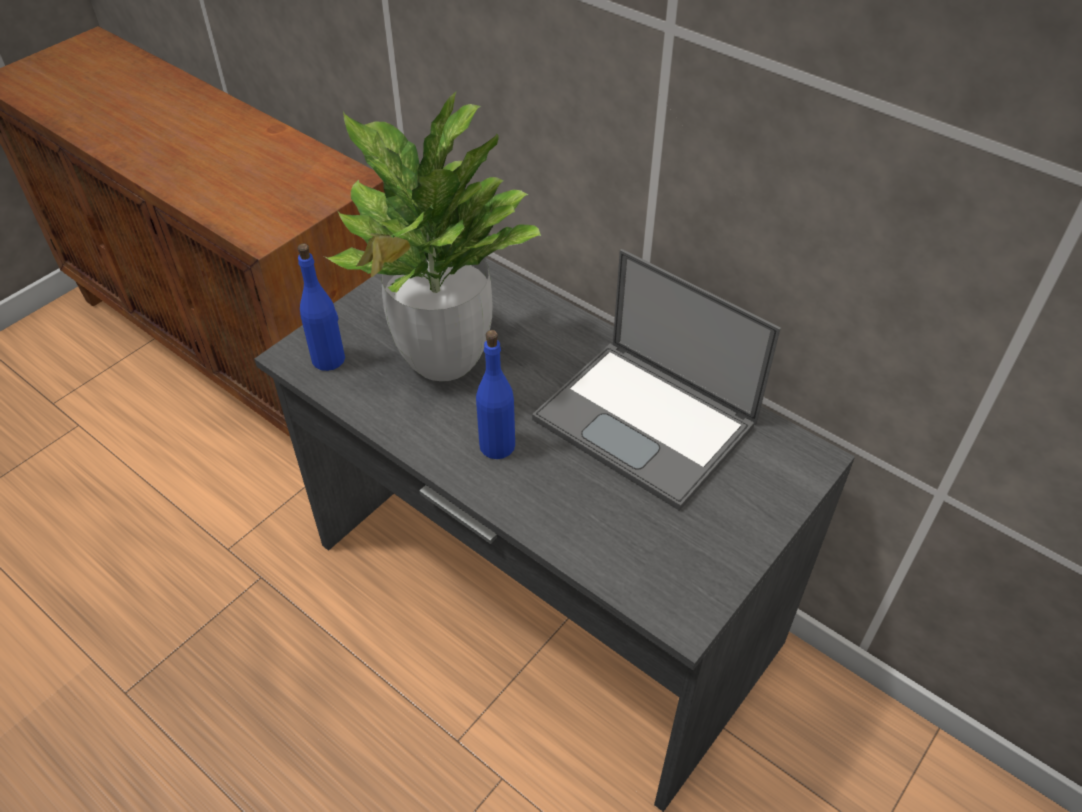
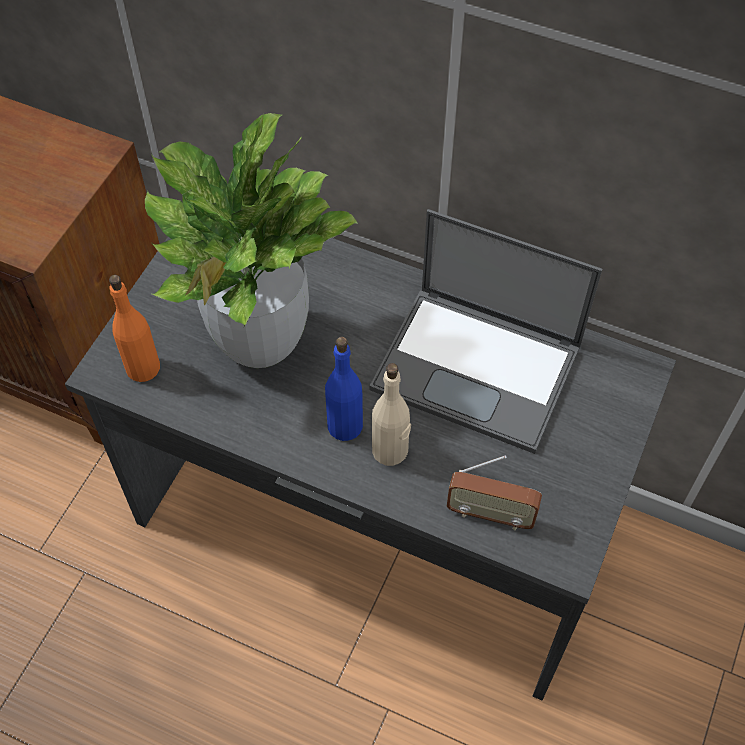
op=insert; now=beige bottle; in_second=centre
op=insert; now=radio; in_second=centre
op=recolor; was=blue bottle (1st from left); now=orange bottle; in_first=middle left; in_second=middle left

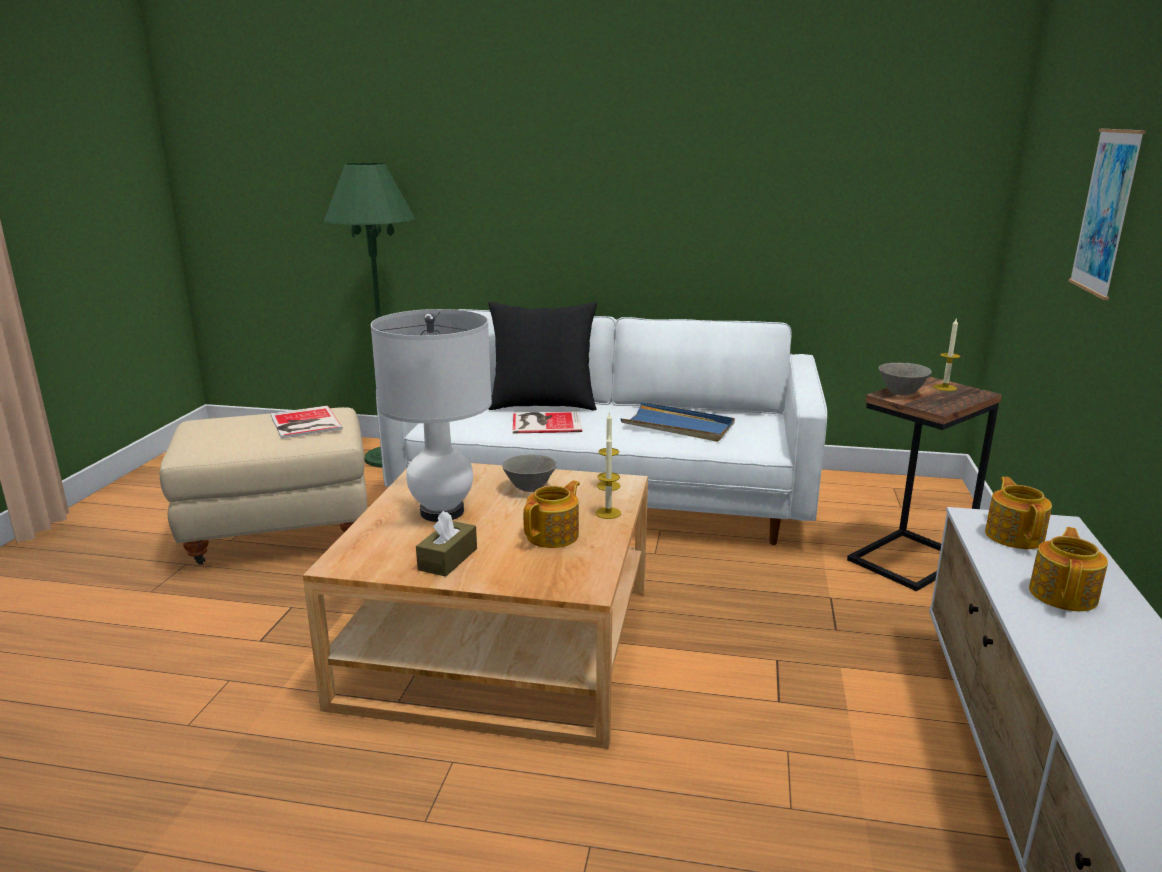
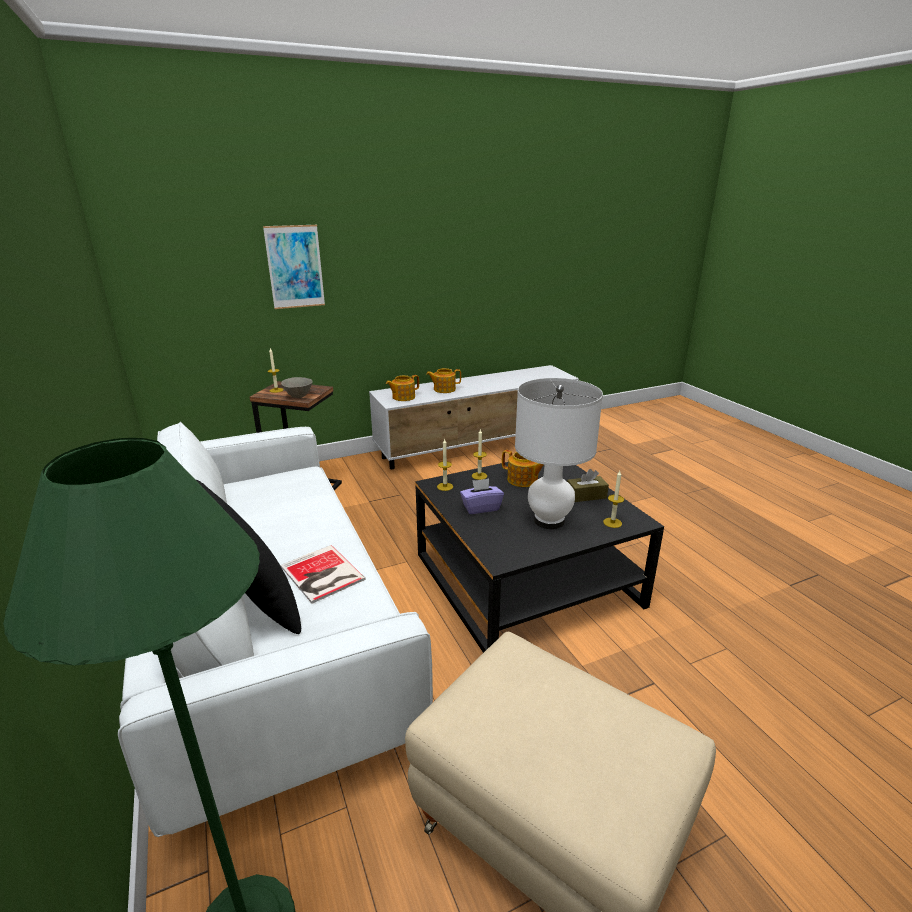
op=delete; was=book (1st from left); in_first=middle left
op=delete; was=blue tray; in_first=centre
op=insert; now=candle (4th from left); in_second=middle right
op=replace; was=grey bowl (1st from left); now=purple tissue box; in_first=centre; in_second=centre
op=recolor; was=beige coffee table; now=black coffee table; in_first=bottom centre; in_second=centre
op=rotate; was=teapot (1st from left in the first image); in_first=centre; in_second=centre; clockwise=-150

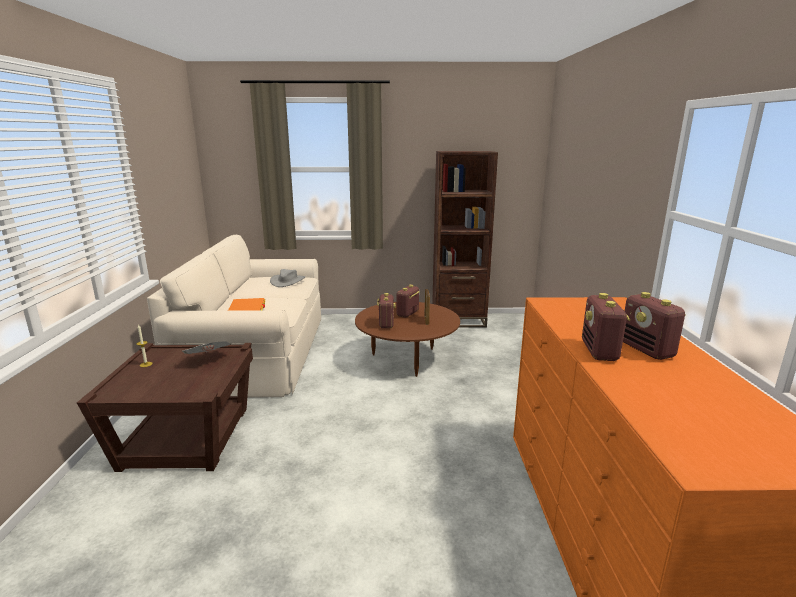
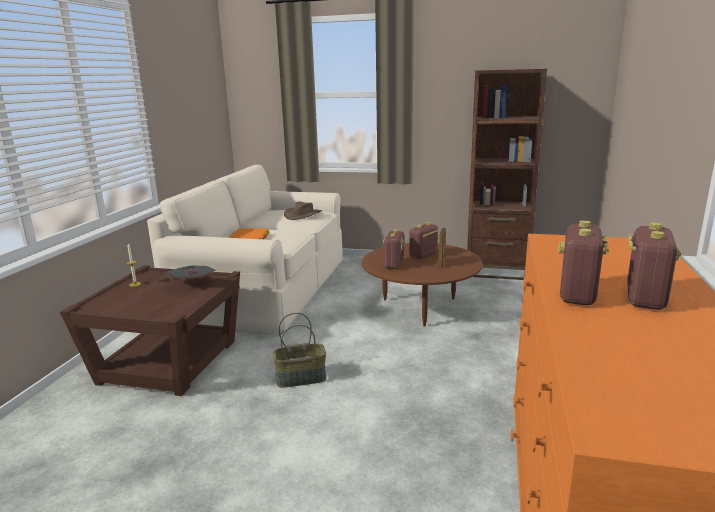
op=insert; now=basket; in_second=bottom centre
op=recolor; was=grey hat; now=brown hat; in_first=centre; in_second=centre
op=rotate; was=radio (4th from left); in_first=middle right; in_second=middle right; clockwise=-150

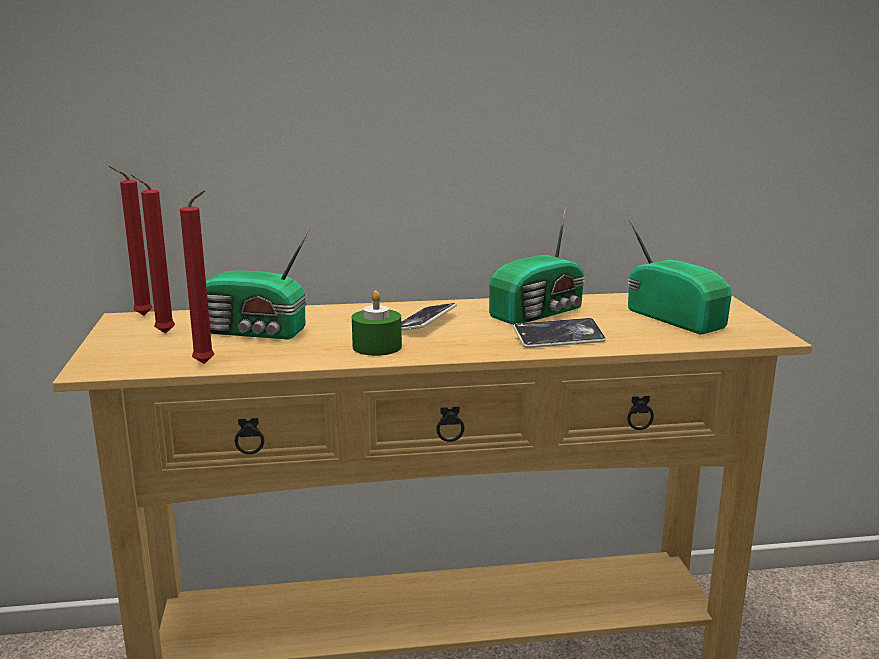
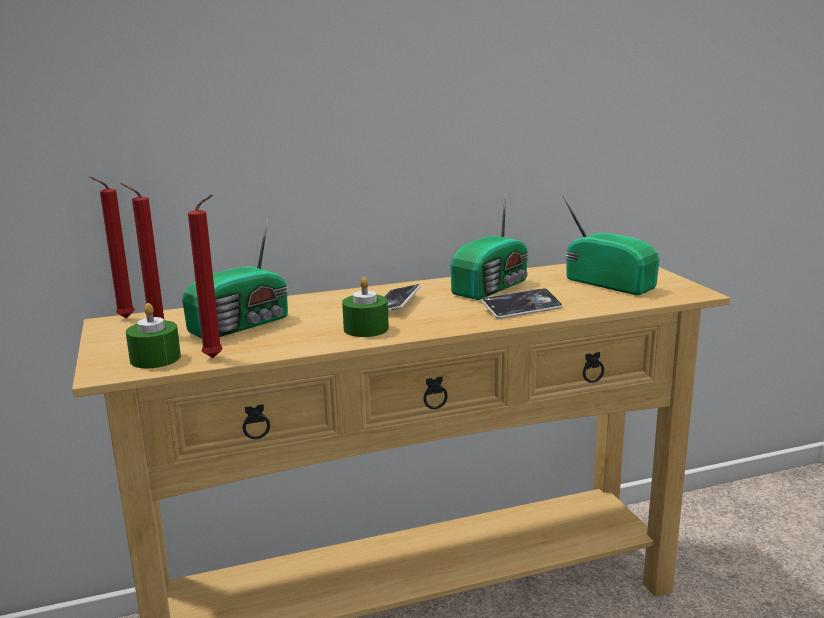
op=insert; now=green candle (1st from left); in_second=middle left
op=rotate; was=radio (1st from left); in_first=middle left; in_second=middle left; clockwise=-45

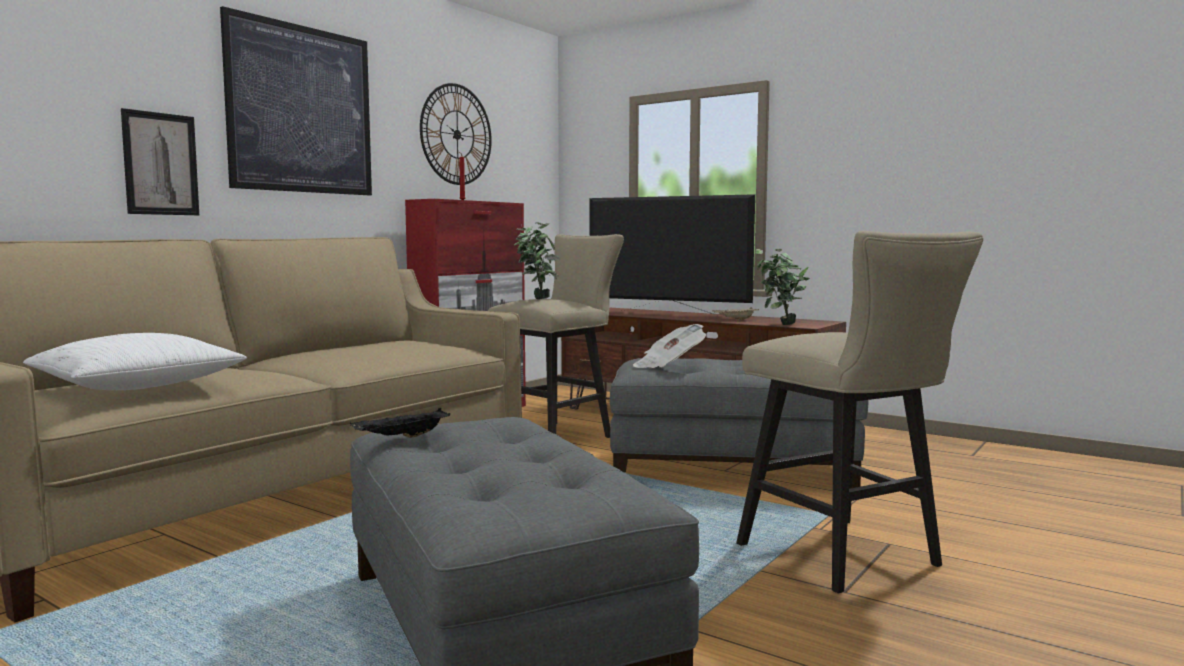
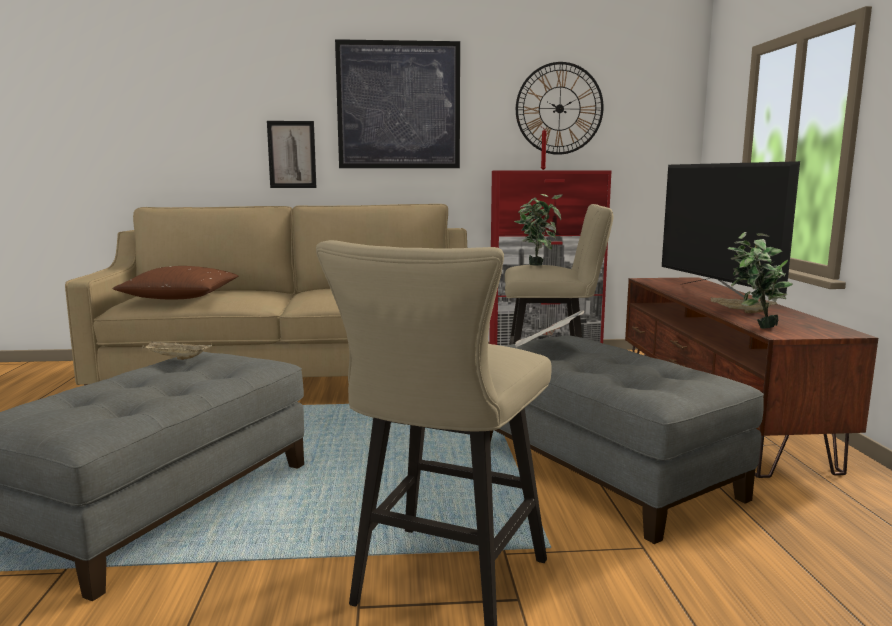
op=recolor; was=white pillow; now=brown pillow; in_first=middle left; in_second=middle left
op=recolor; was=black tray; now=beige tray (1st from left); in_first=centre; in_second=middle left

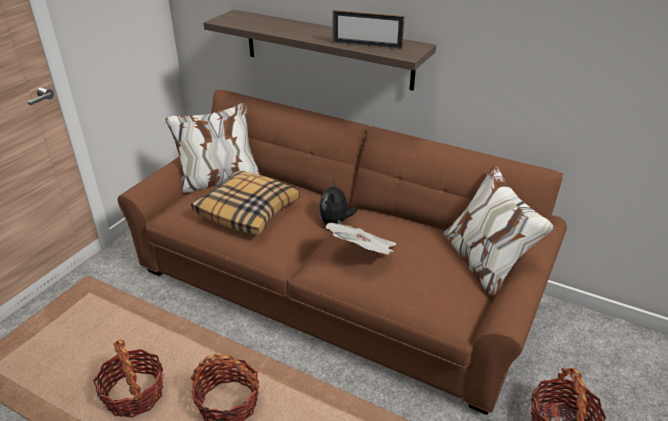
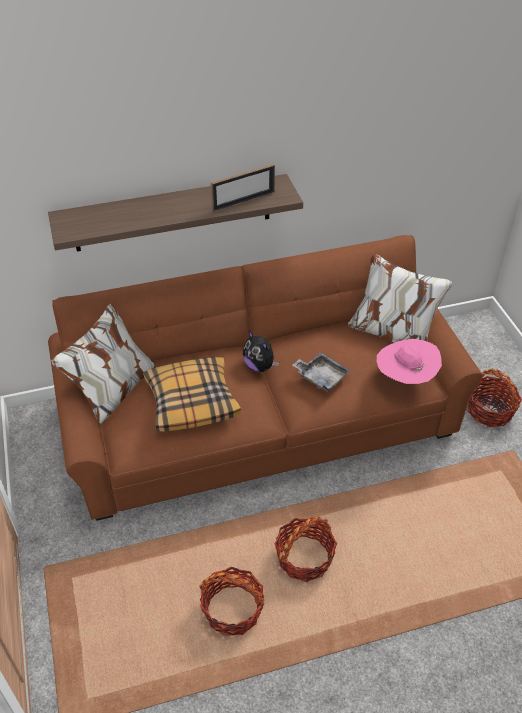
op=insert; now=pink hat; in_second=middle right
op=replace; was=newspaper; now=grey tray; in_first=centre; in_second=centre

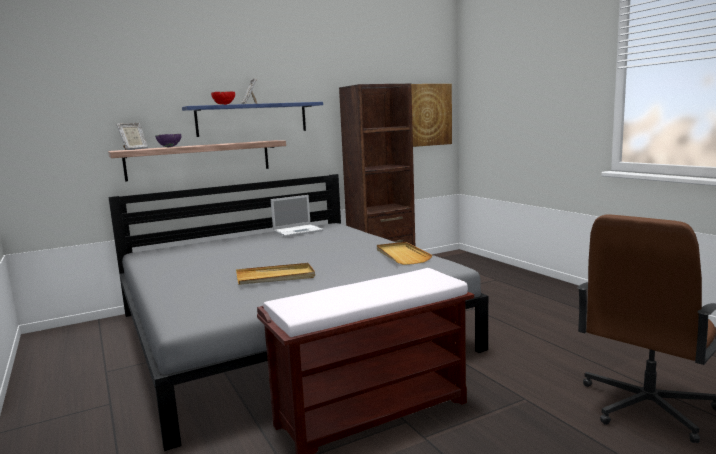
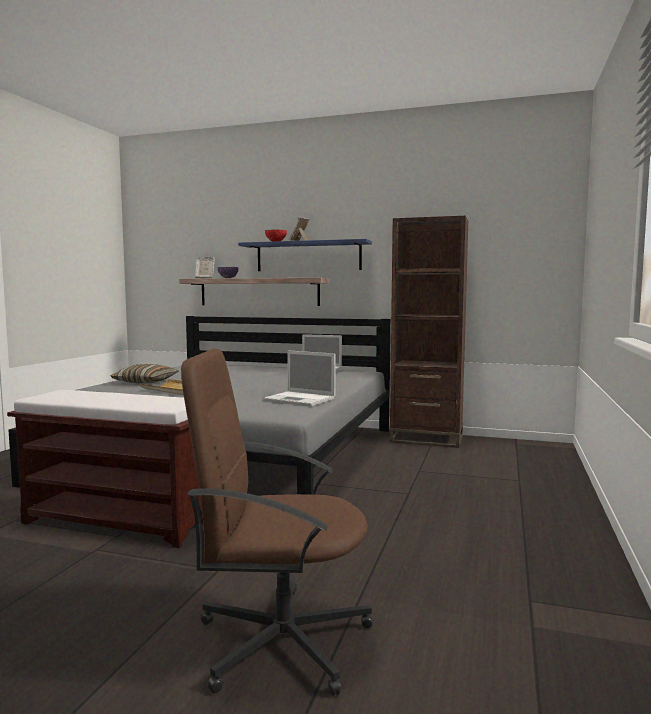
op=delete; was=picture; in_first=top centre
op=insert; now=pillow; in_second=middle left
op=replace; was=beige tray (2nd from left); now=laptop (1st from left); in_first=centre; in_second=centre

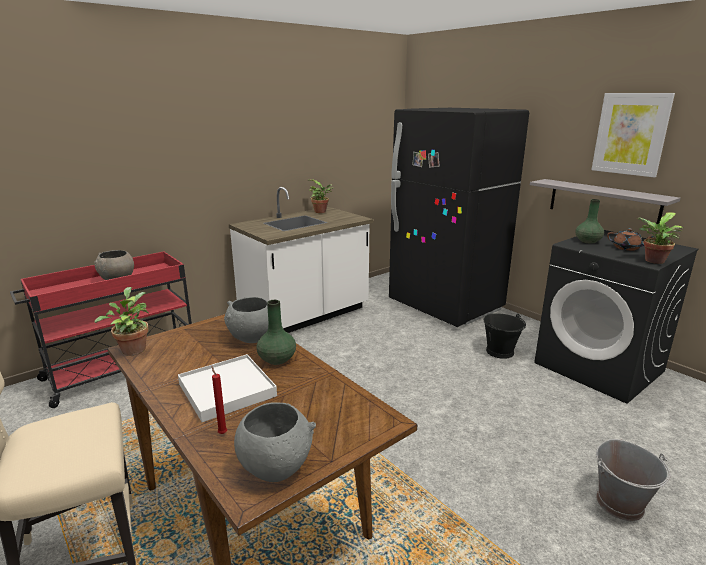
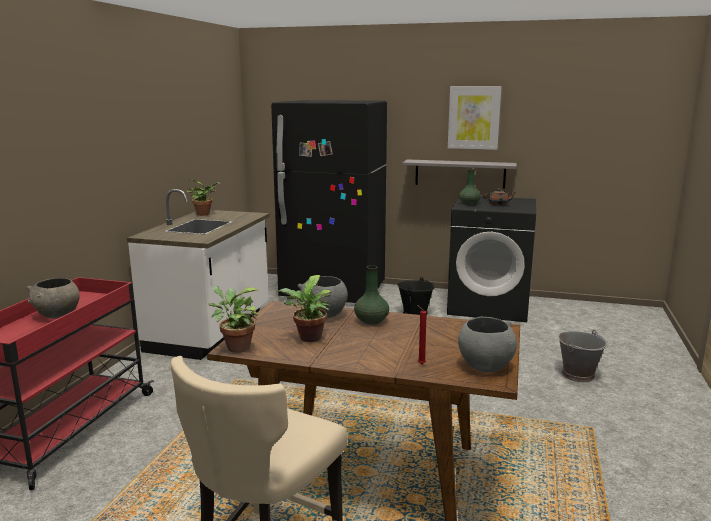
op=delete; was=white tray; in_first=bottom left
op=move; was=potted plant (3rd from left); in_first=middle right; in_second=centre

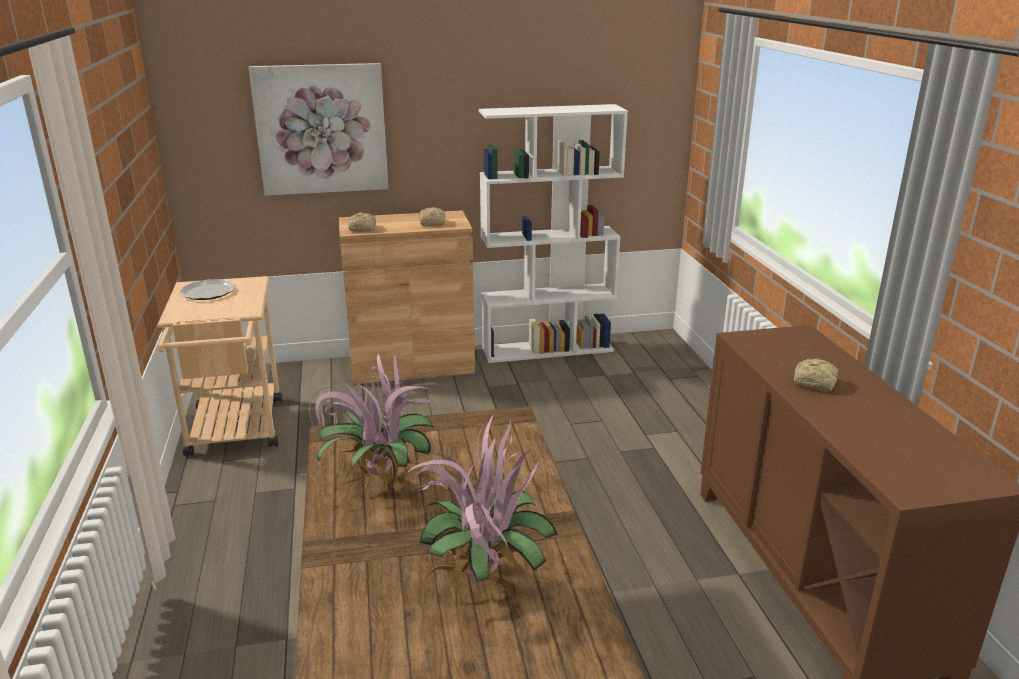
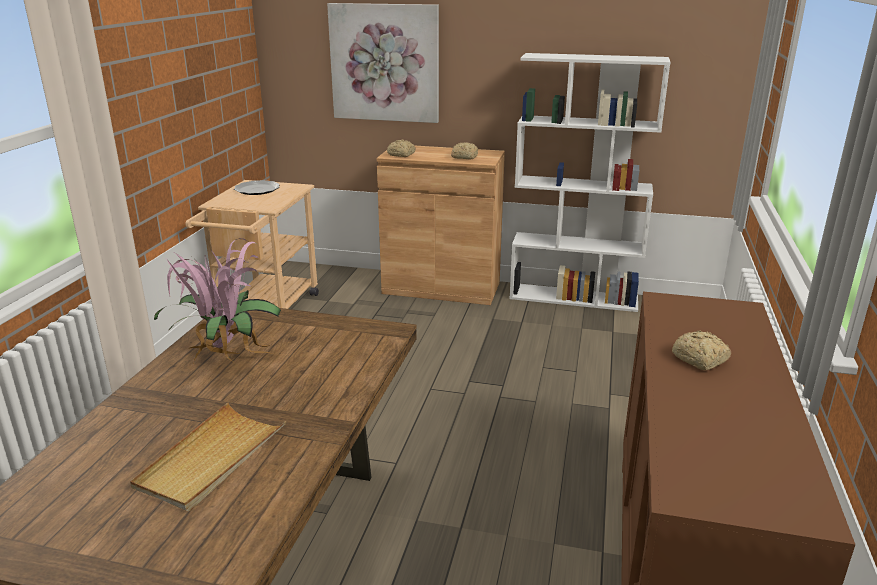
op=replace; was=potted plant (2nd from left); now=beige tray; in_first=bottom centre; in_second=bottom left

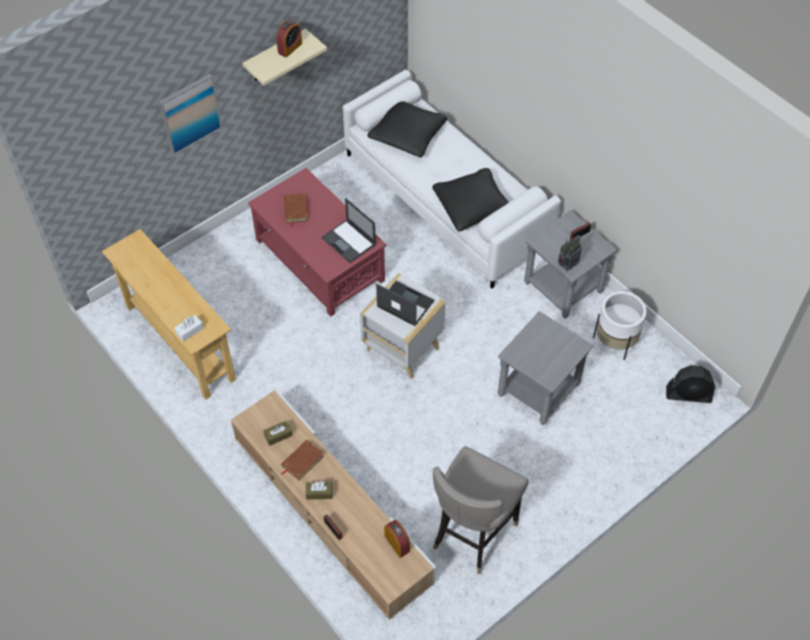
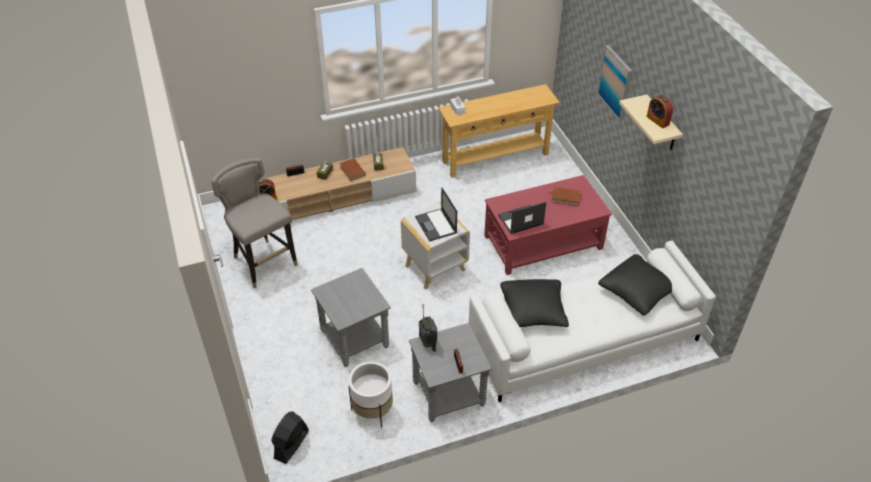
op=rotate; was=laptop (2nd from left in the first image); in_first=centre; in_second=centre; clockwise=105

